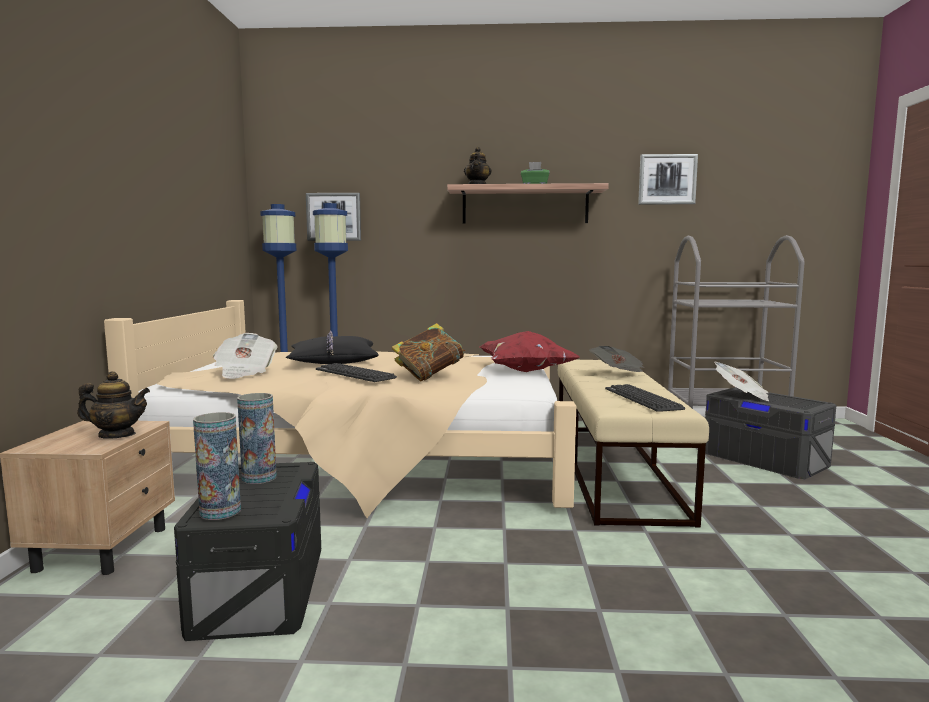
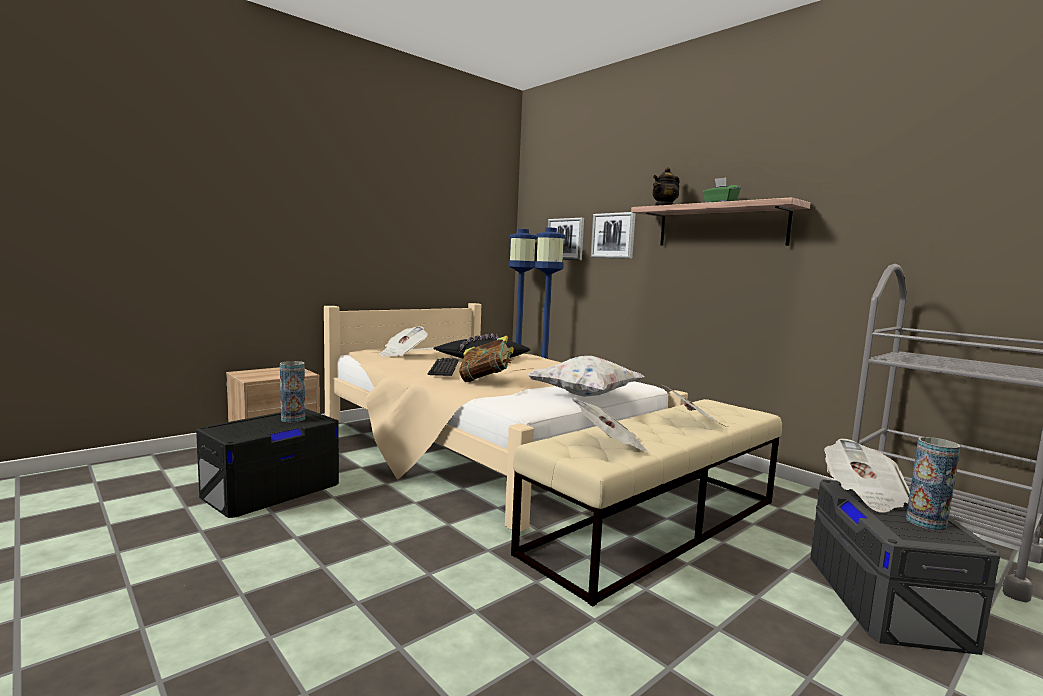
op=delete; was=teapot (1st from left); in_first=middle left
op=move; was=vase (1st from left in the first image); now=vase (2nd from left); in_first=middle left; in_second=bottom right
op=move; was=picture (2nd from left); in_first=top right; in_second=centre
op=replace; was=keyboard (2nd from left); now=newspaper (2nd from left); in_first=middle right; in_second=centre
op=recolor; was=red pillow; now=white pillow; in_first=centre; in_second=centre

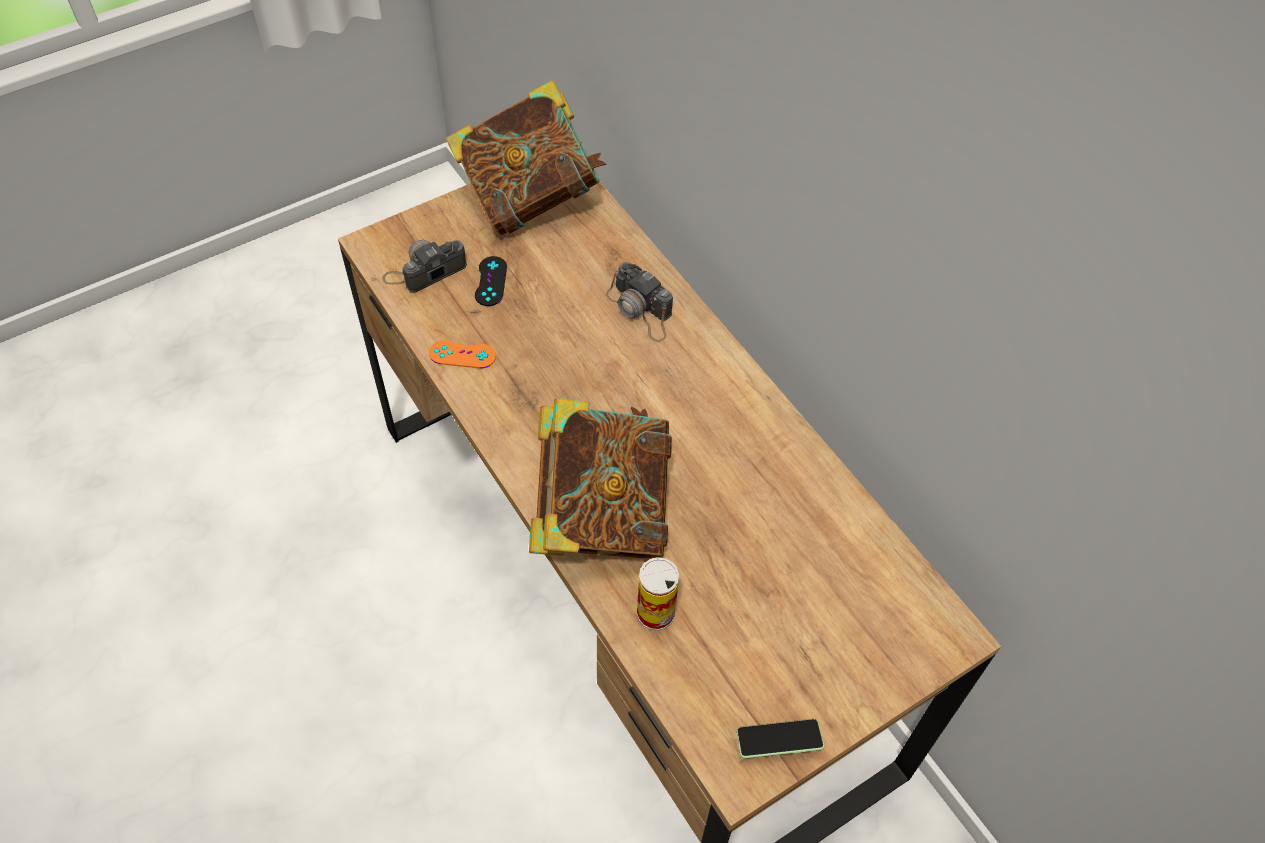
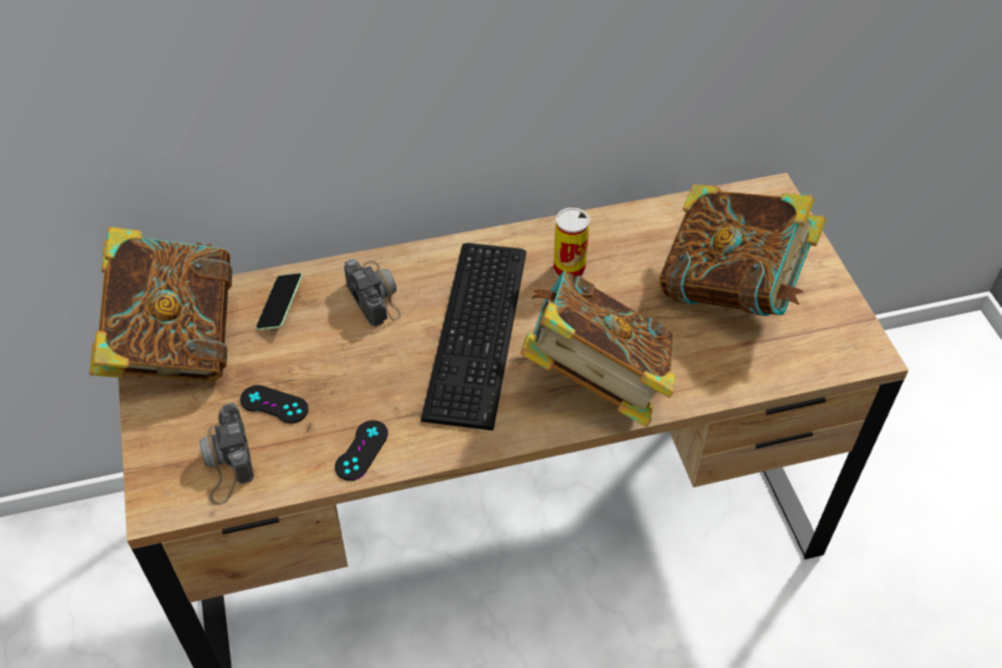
op=insert; now=keyboard; in_second=centre
op=insert; now=book (3rd from left); in_second=middle right
op=move; was=can; in_first=bottom centre; in_second=centre
op=move; was=phone; in_first=bottom centre; in_second=middle left
op=recolor; was=orange game controller; now=black game controller (2nd from left); in_first=centre; in_second=bottom centre
op=rotate; was=photo camera (2nd from left); in_first=centre; in_second=centre; clockwise=-90

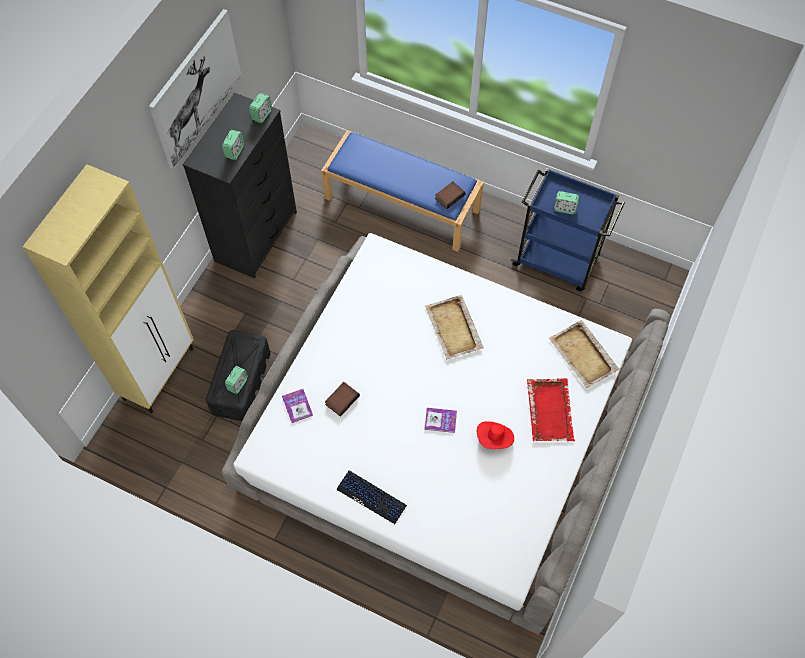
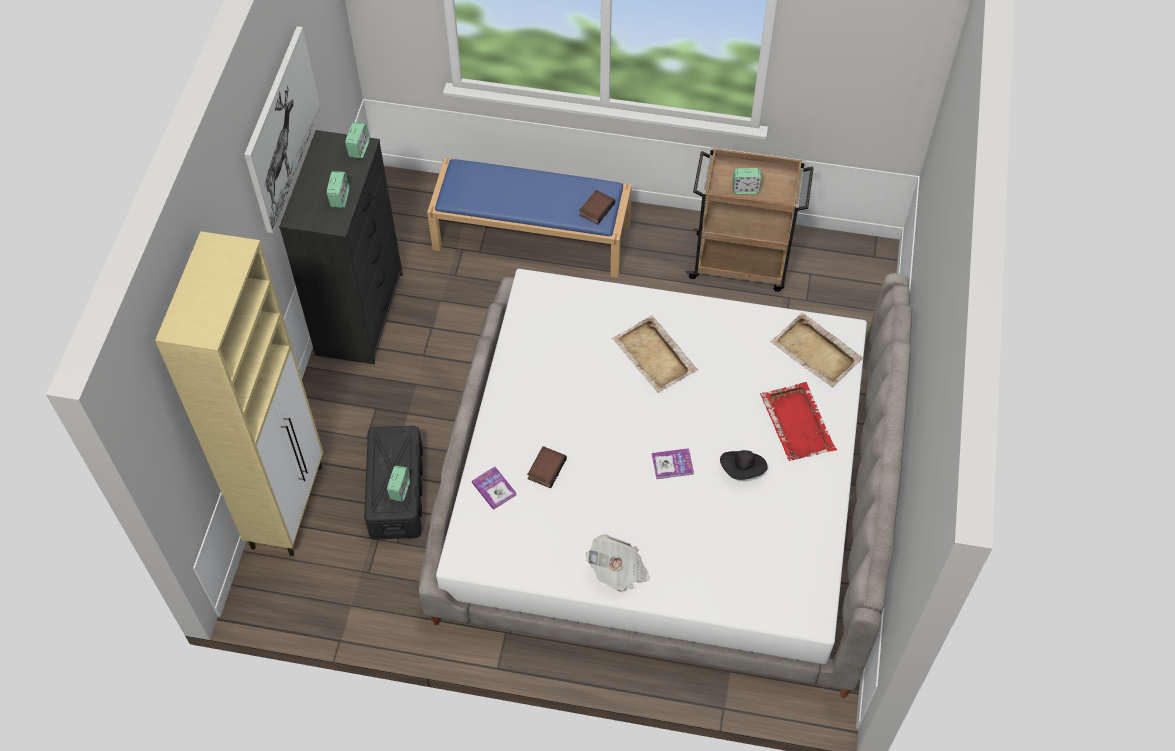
op=replace; was=keyboard; now=newspaper; in_first=bottom centre; in_second=bottom centre
op=recolor; was=red hat; now=black hat; in_first=centre; in_second=centre
op=recolor; was=blue cart; now=brown cart; in_first=middle right; in_second=top centre

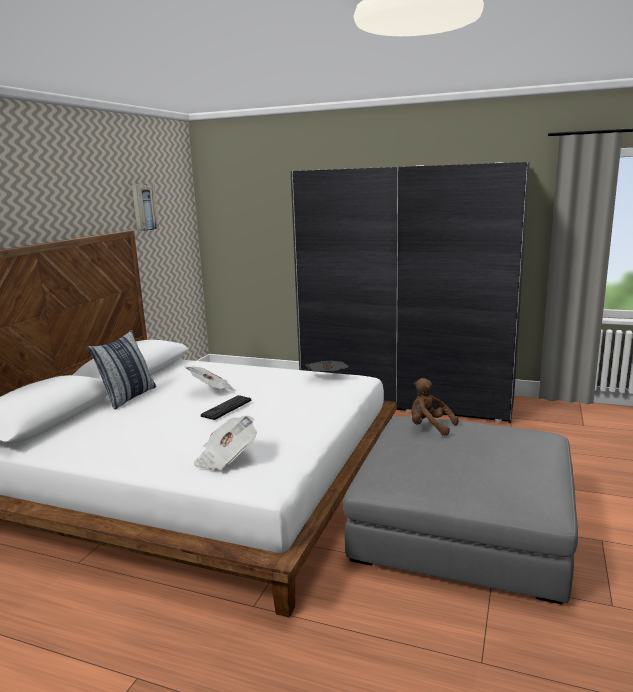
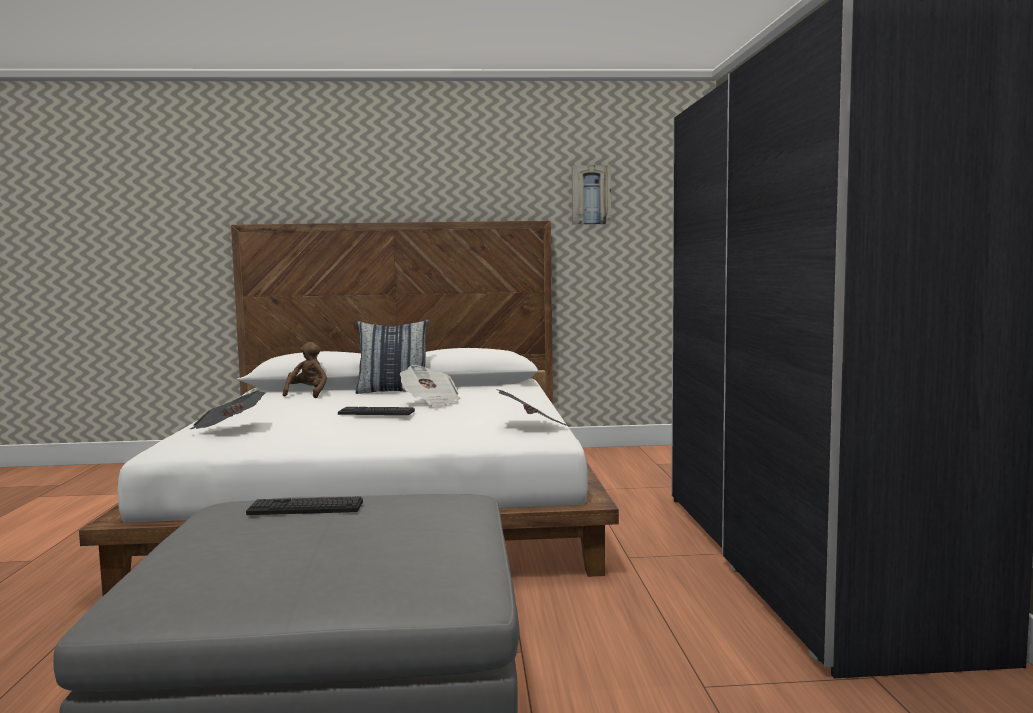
op=insert; now=keyboard (1st from left); in_second=bottom left
op=move; was=brown plush toy; in_first=middle right; in_second=middle left

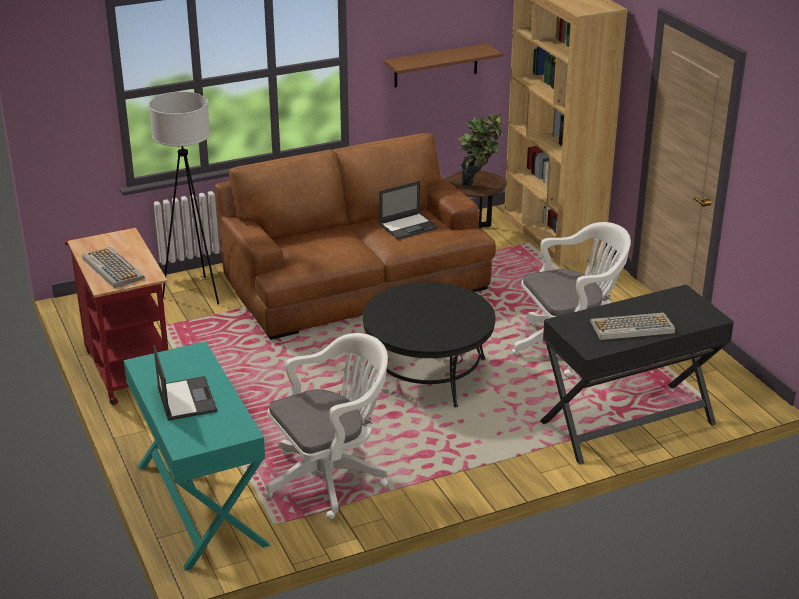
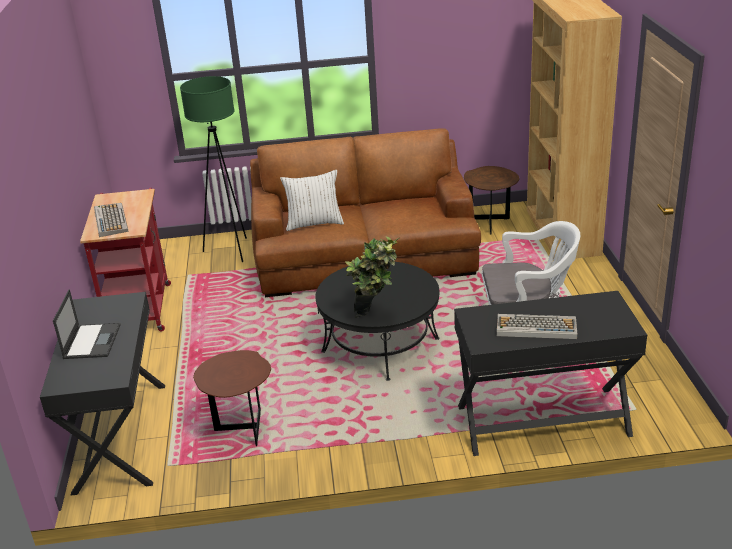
op=delete; was=laptop (2nd from left); in_first=centre
op=delete; was=brown shelf; in_first=top centre
op=insert; now=white pillow; in_second=centre
op=move; was=potted plant; in_first=top centre; in_second=centre
op=replace; was=white office chair (1st from left); now=brown side table (1st from left); in_first=bottom centre; in_second=bottom left
op=recolor; was=turquoise desk; now=black desk (1st from left); in_first=bottom left; in_second=bottom left
op=recolor; was=white floor lamp; now=green floor lamp; in_first=top left; in_second=top left

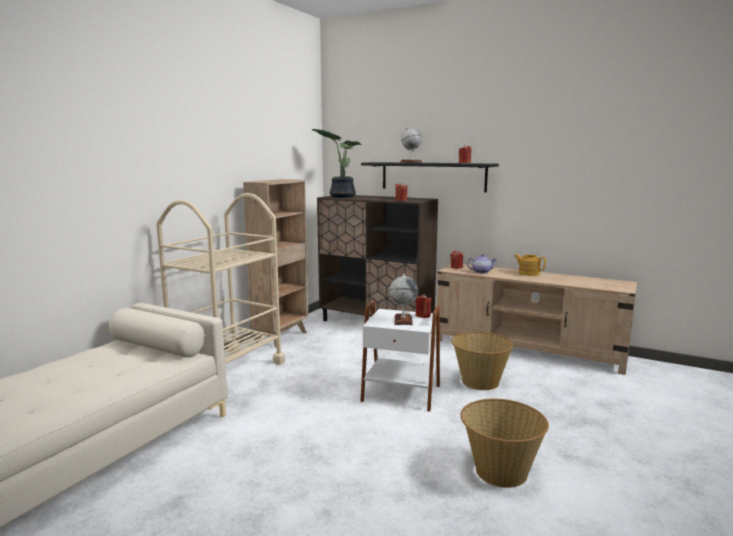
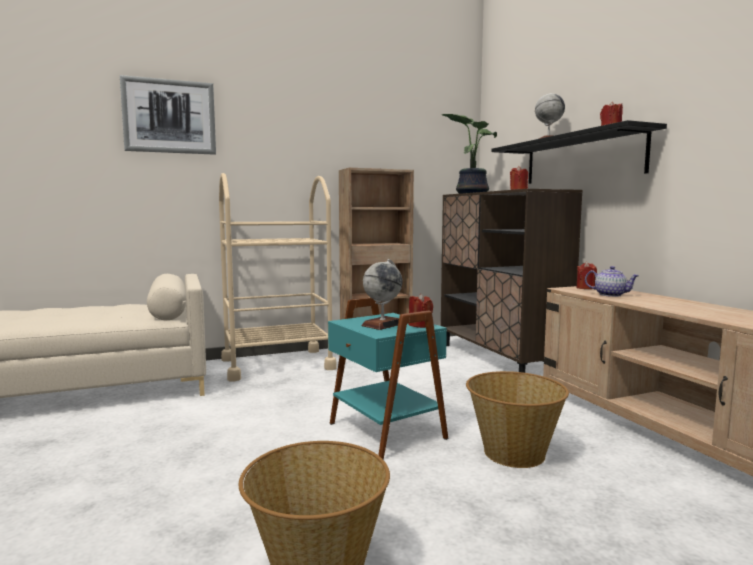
op=delete; was=teapot (2nd from left); in_first=middle right
op=insert; now=picture; in_second=top left
op=recolor; was=white side table; now=turquoise side table; in_first=centre; in_second=bottom centre

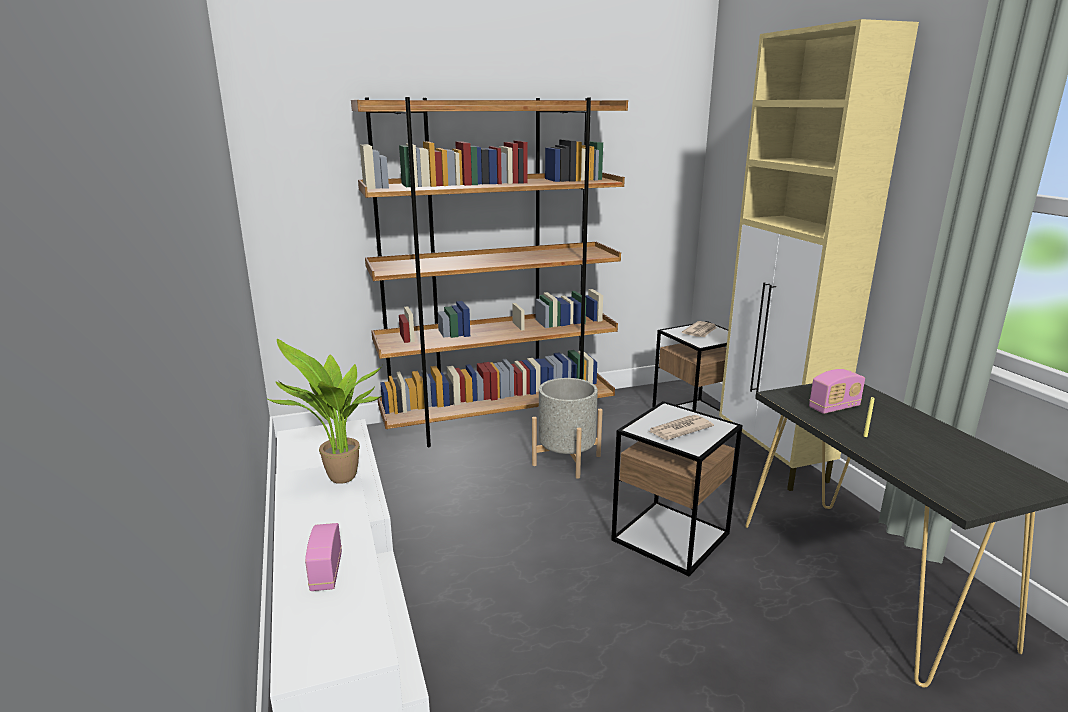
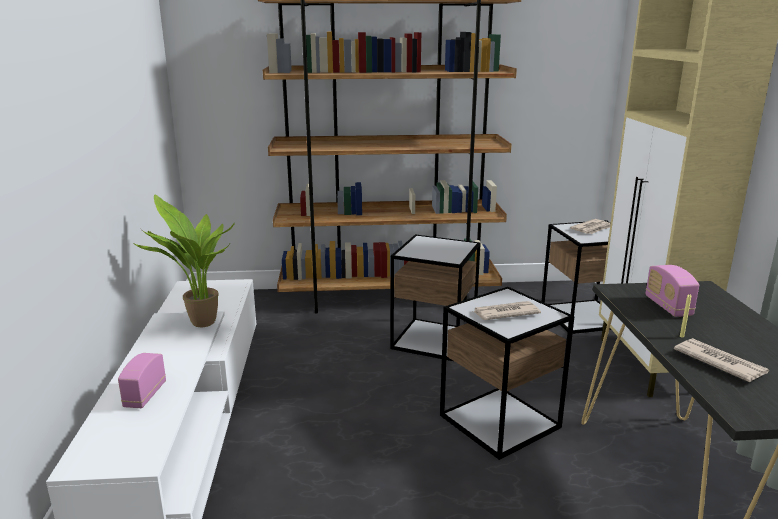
op=insert; now=newspaper (3rd from left); in_second=bottom right
op=replace; was=grey planter; now=side table (1st from left); in_first=centre; in_second=centre
op=rotate; was=radio (2nd from left); in_first=middle right; in_second=middle right; clockwise=90

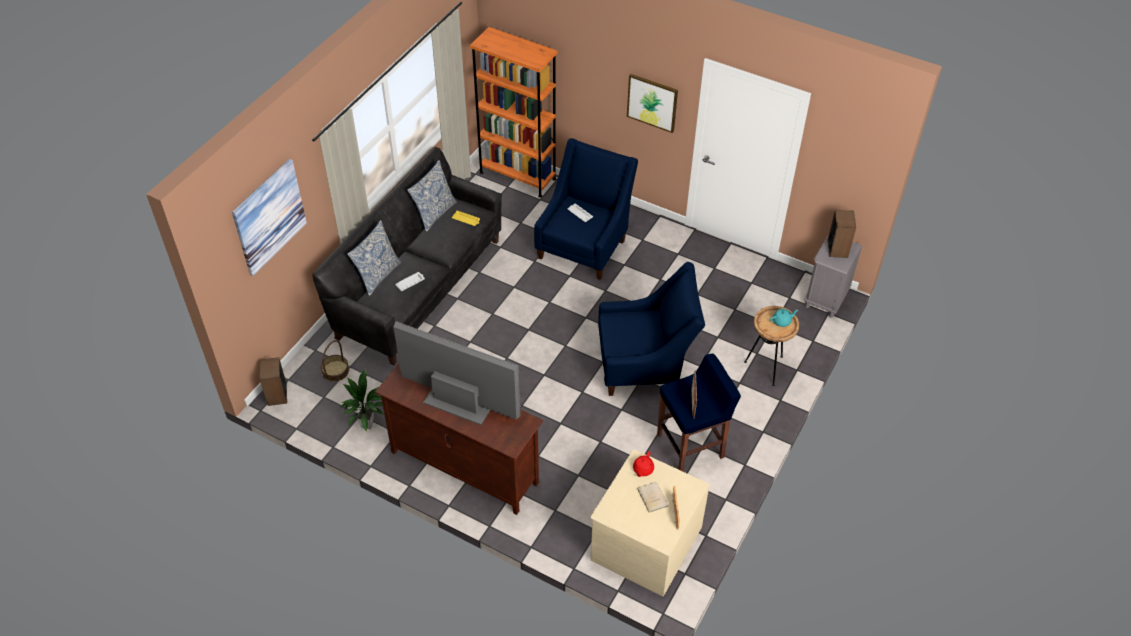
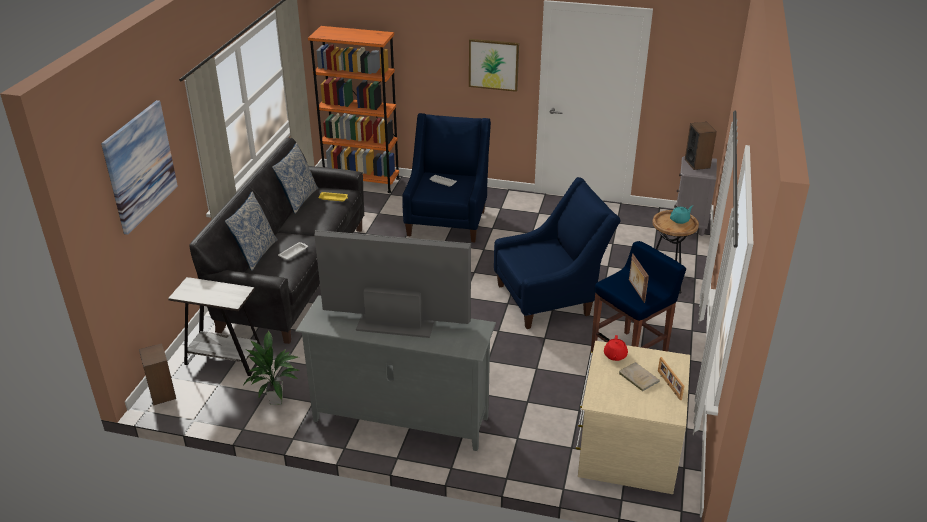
op=replace; was=basket; now=white side table; in_first=middle left; in_second=middle left
op=recolor; was=brown tv stand; now=grey tv stand; in_first=bottom centre; in_second=bottom centre

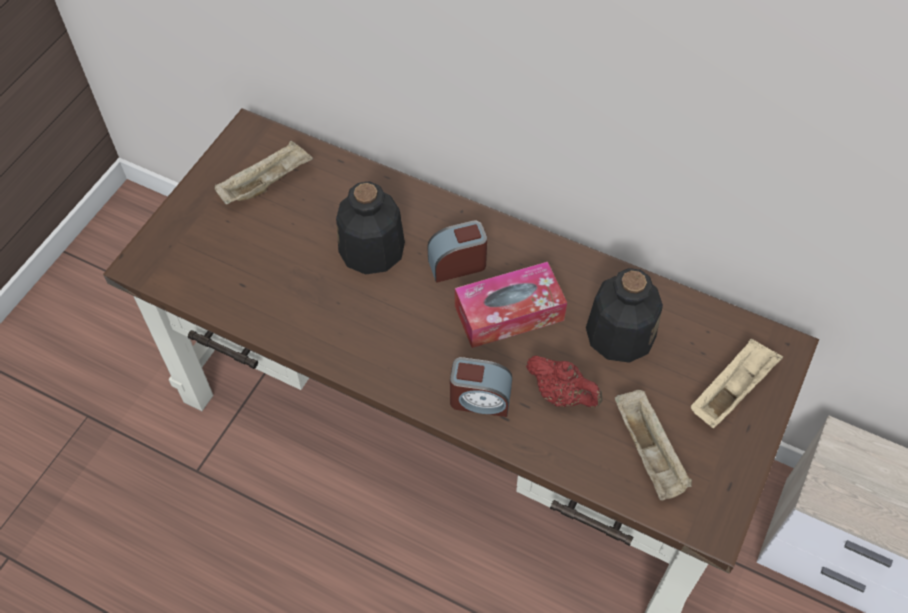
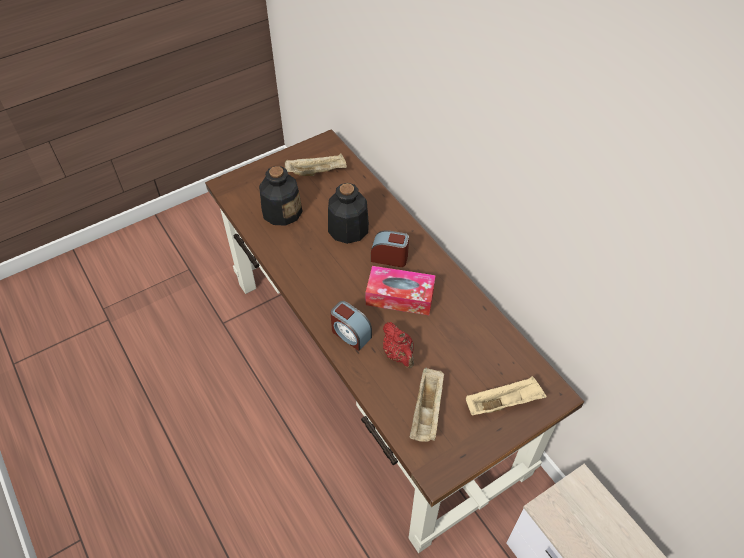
op=move; was=bottle (2nd from left in the first image); now=bottle (1st from left); in_first=middle right; in_second=centre

